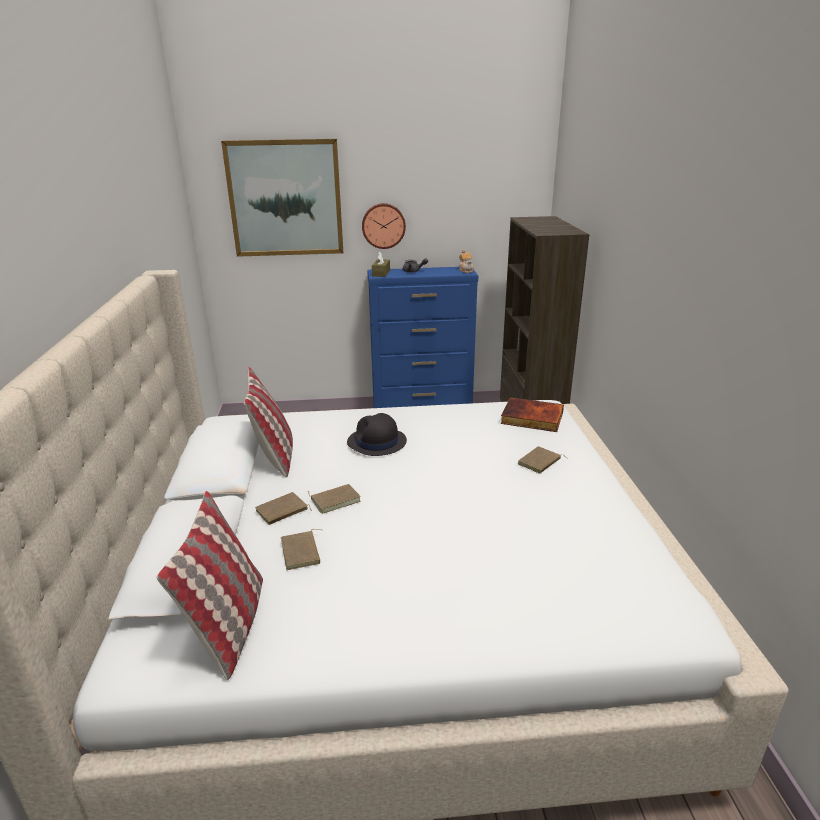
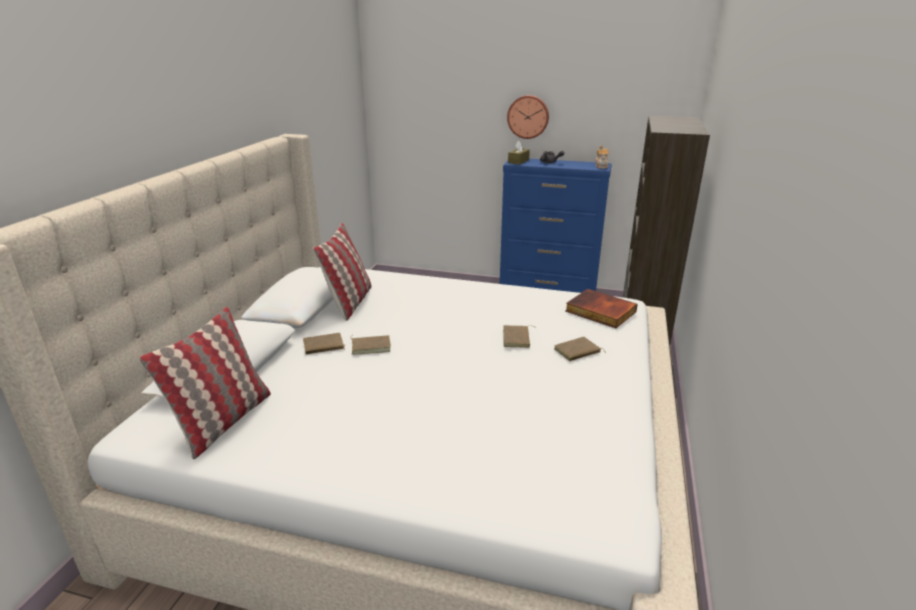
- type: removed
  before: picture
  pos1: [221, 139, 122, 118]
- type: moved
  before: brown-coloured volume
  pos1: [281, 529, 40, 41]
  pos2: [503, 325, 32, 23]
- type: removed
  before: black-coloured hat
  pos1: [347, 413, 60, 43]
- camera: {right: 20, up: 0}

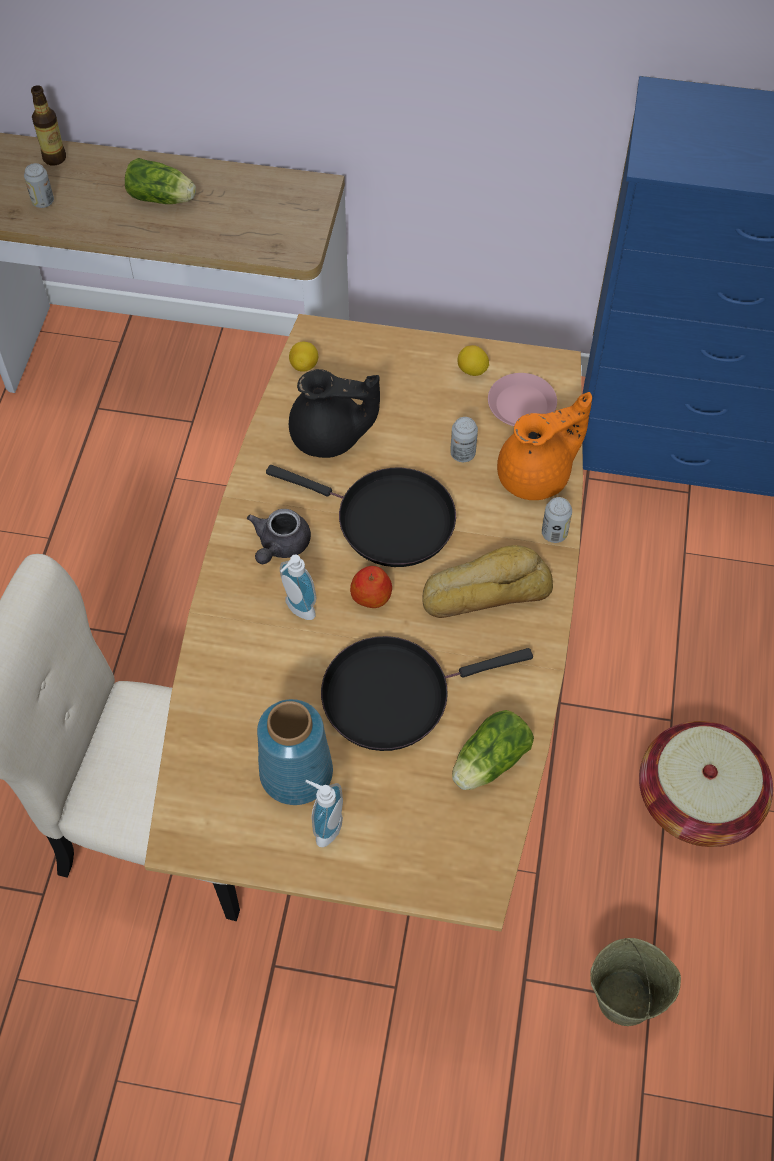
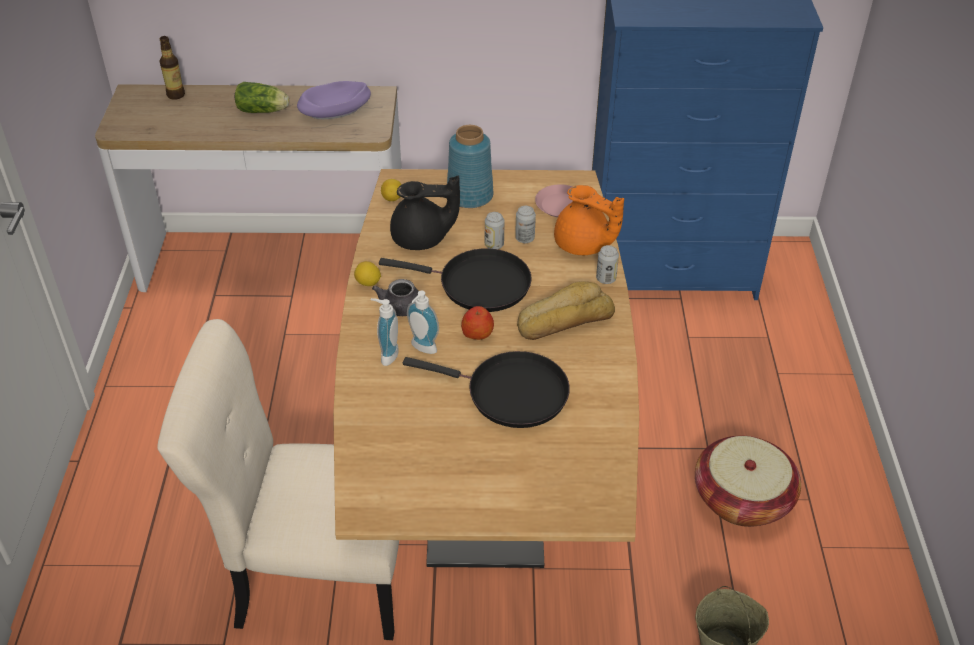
- type: moved
  before: sealed can
  pos1: [24, 163, 30, 45]
  pos2: [485, 212, 20, 37]
- type: moved
  before: blue-coloured flower vase
  pos1: [257, 699, 76, 106]
  pos2: [447, 125, 46, 83]
- type: moved
  before: soap bottle
  pos1: [305, 780, 38, 67]
  pos2: [370, 298, 29, 68]
- type: turned
  before: black-coloured pan
  pos1: [321, 636, 212, 115]
  pos2: [403, 351, 167, 77]
  turn: -135
- type: removed
  before: lettuce head
  pos1: [452, 710, 82, 80]
- type: moved
  before: lemon
  pos1: [457, 345, 32, 31]
  pos2: [354, 261, 27, 25]
- type: turned
  before: orange pot for tea
  pos1: [497, 392, 95, 108]
  pos2: [554, 185, 70, 70]
  turn: 75
- type: added
  after: purple bowl
  pos2: [297, 81, 74, 38]
- camera: {right: -10, up: -15}

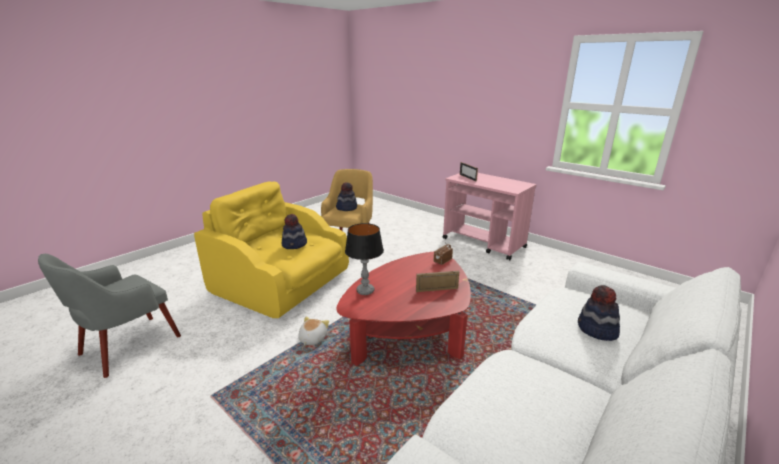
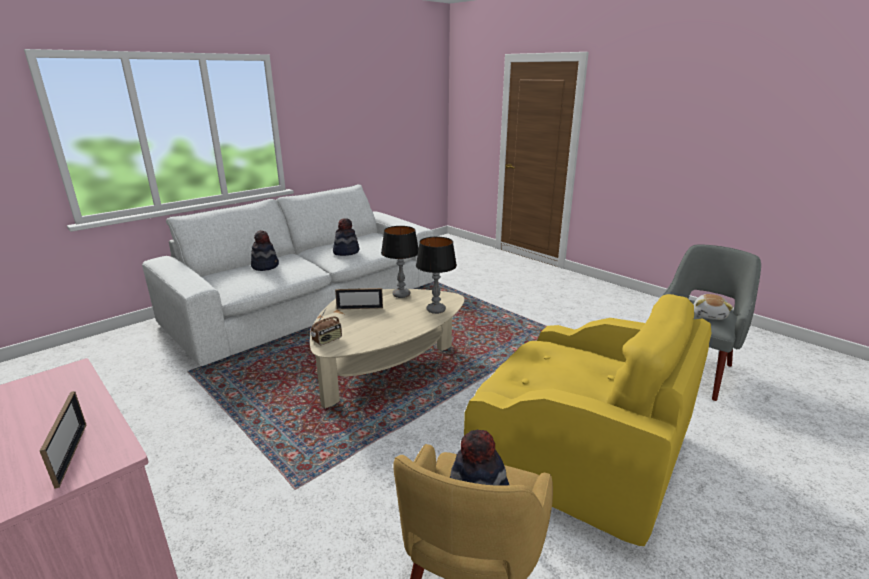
- type: moved
  before: hat
  pos1: [282, 214, 25, 35]
  pos2: [333, 218, 26, 38]
- type: moved
  before: plush toy
  pos1: [298, 316, 31, 29]
  pos2: [693, 294, 40, 26]
- type: recoloured
  before: red-coloured coffee table
  after: beige-coloured coffee table
  pos1: [336, 252, 135, 114]
  pos2: [310, 289, 155, 119]
- type: added
  after: table lamp
  pos2: [381, 226, 38, 72]
- camera: {right: -175, up: 0}

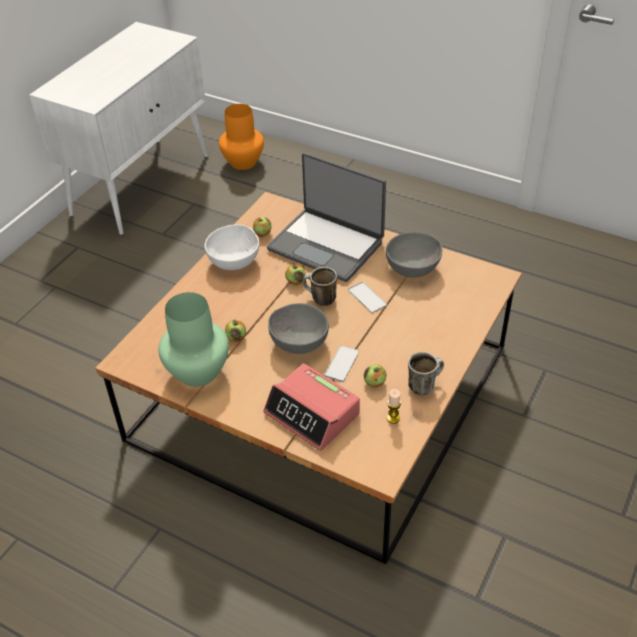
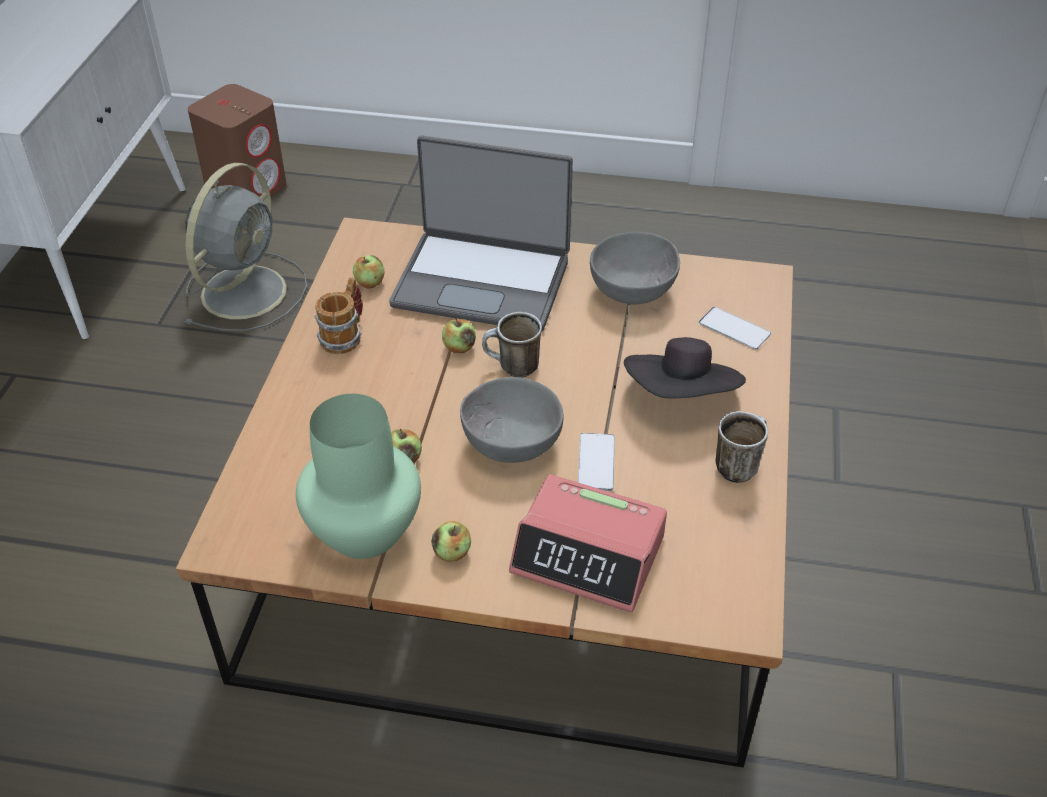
- type: replaced
  before: white bowl
  after: mug
  pos1: [204, 224, 55, 46]
  pos2: [315, 277, 48, 77]
- type: replaced
  before: orange flower vase
  after: brown-coloured audio speaker
  pos1: [219, 104, 45, 66]
  pos2: [188, 84, 99, 113]
- type: moved
  before: phone
  pos1: [348, 282, 39, 31]
  pos2: [699, 307, 72, 42]
- type: moved
  before: apple fruit
  pos1: [364, 364, 22, 23]
  pos2: [431, 521, 40, 41]
- type: removed
  before: wax light
  pos1: [387, 389, 14, 35]
- type: added
  after: grey fan
  pos2: [184, 163, 123, 169]
- type: added
  after: black-coloured hat
  pos2: [624, 337, 122, 62]
- camera: {right: -20, up: 0}

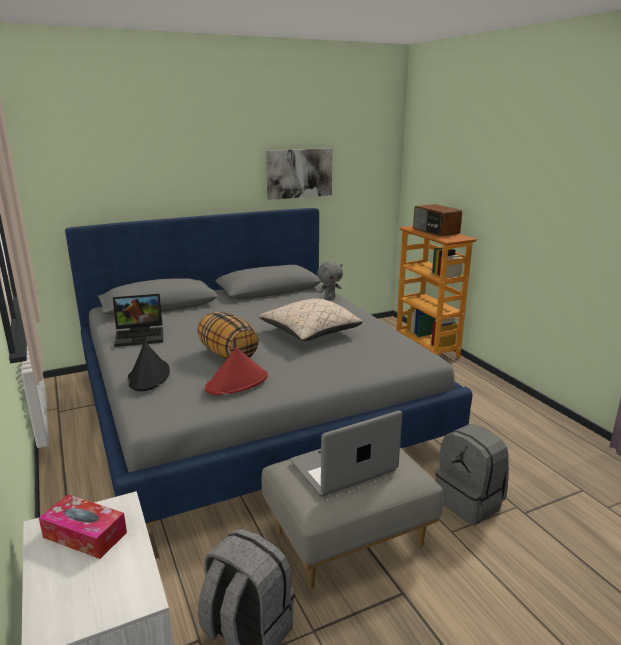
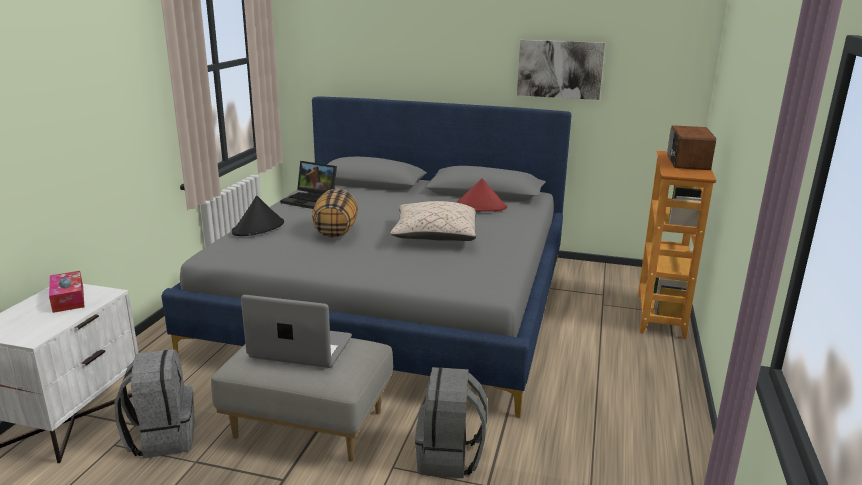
- type: moved
  before: red-coloured hat
  pos1: [205, 347, 63, 48]
  pos2: [455, 178, 52, 34]
- type: removed
  before: grey plush toy
  pos1: [317, 261, 26, 38]
- camera: {right: 40, up: 0}

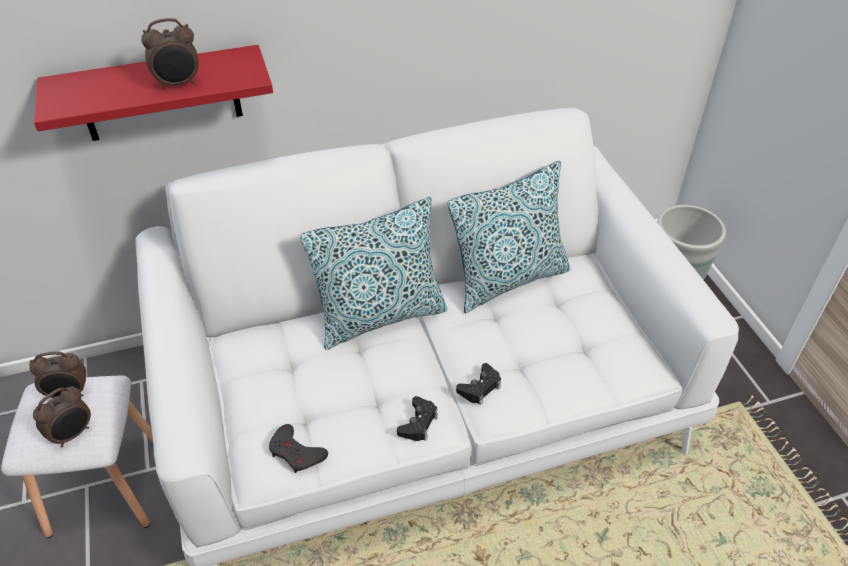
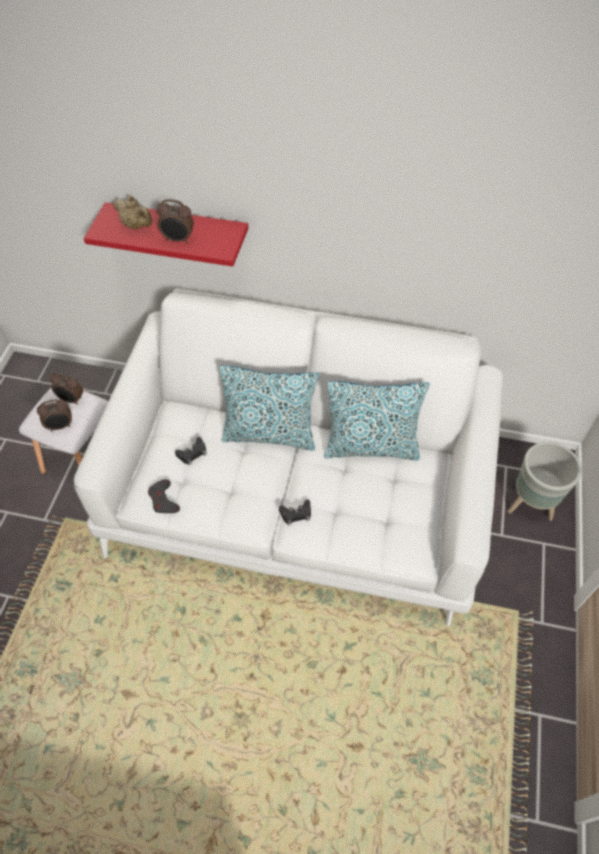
- type: moved
  before: black-coloured gamepad
  pos1: [397, 396, 41, 45]
  pos2: [175, 437, 32, 28]
- type: added
  after: beige-coloured pot for tea
  pos2: [114, 195, 39, 34]
- camera: {right: 30, up: 10}

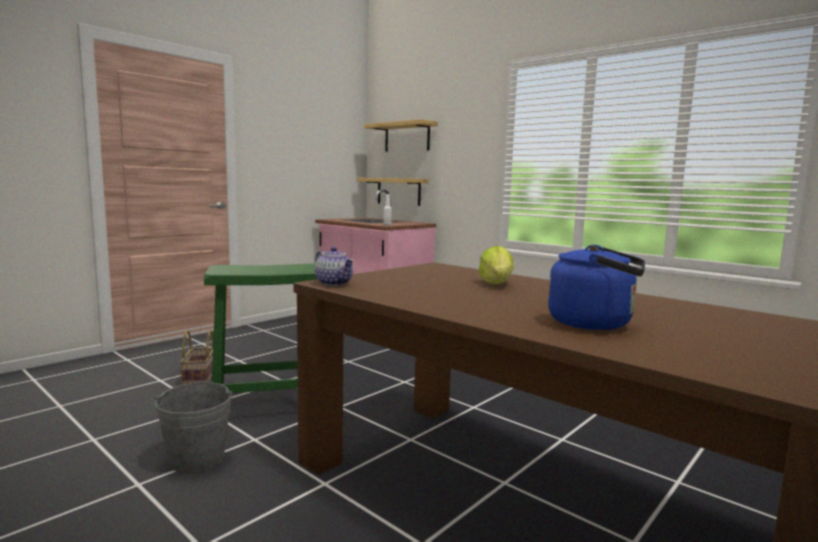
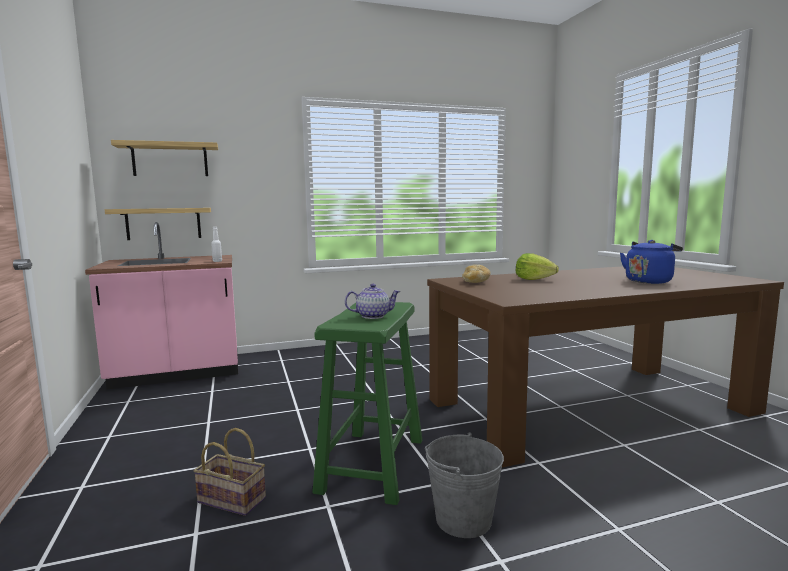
- type: moved
  before: pot for tea
  pos1: [315, 247, 39, 39]
  pos2: [345, 284, 55, 35]
- type: added
  after: bread
  pos2: [462, 265, 28, 18]
- camera: {right: -60, up: 0}

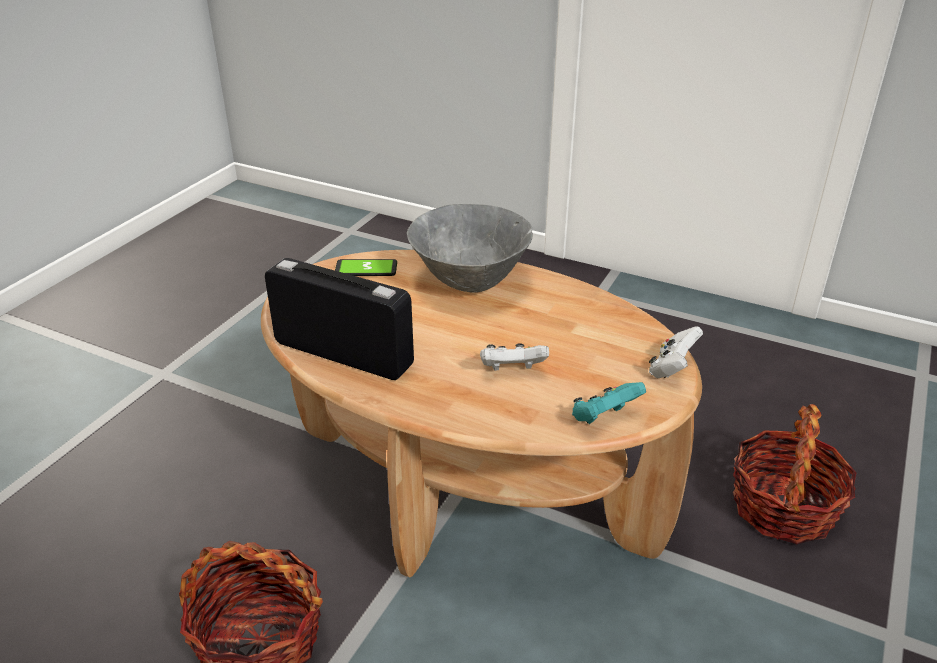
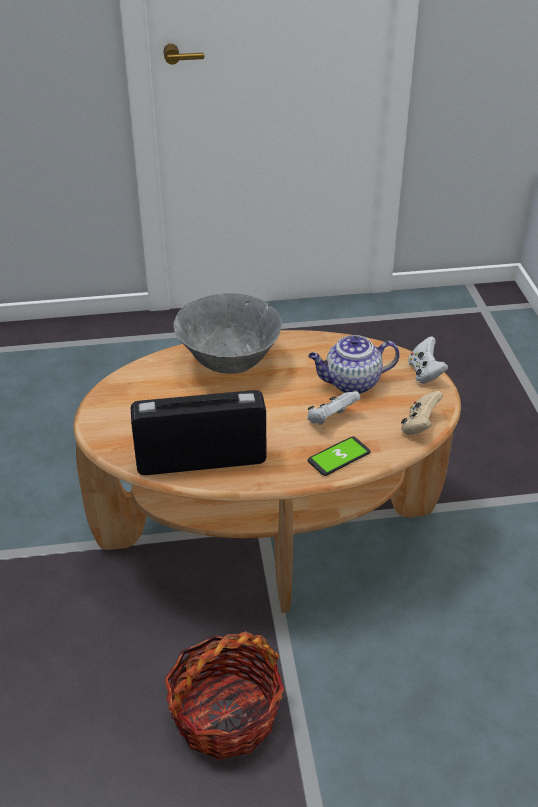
- type: moved
  before: phone
  pos1: [335, 259, 62, 17]
  pos2: [308, 436, 63, 40]
- type: recoloured
  before: turquoise gamepad
  after: beige-coloured gamepad
  pos1: [572, 382, 74, 42]
  pos2: [401, 391, 42, 44]
- type: removed
  before: household basket
  pos1: [733, 404, 124, 140]
- type: added
  after: pot for tea
  pos2: [308, 335, 92, 59]
- camera: {right: -35, up: 5}

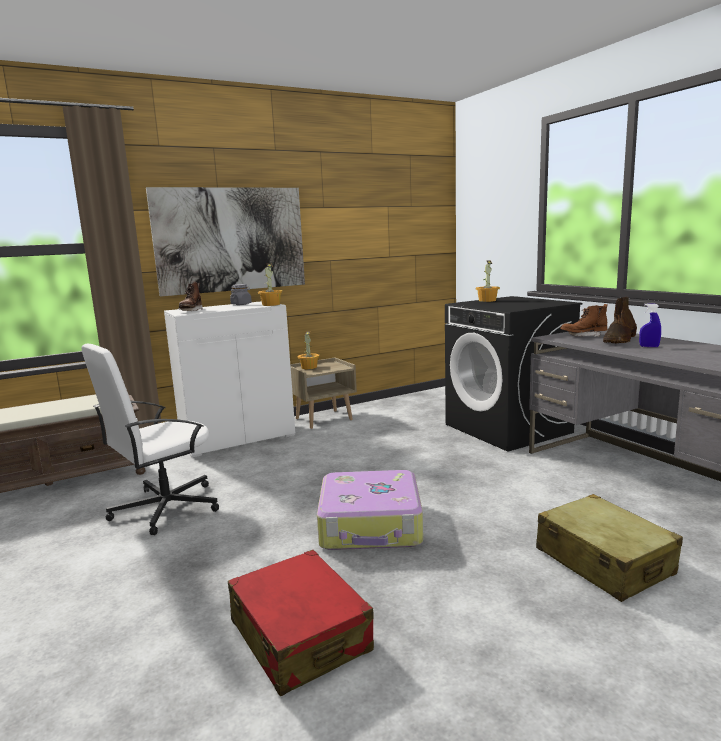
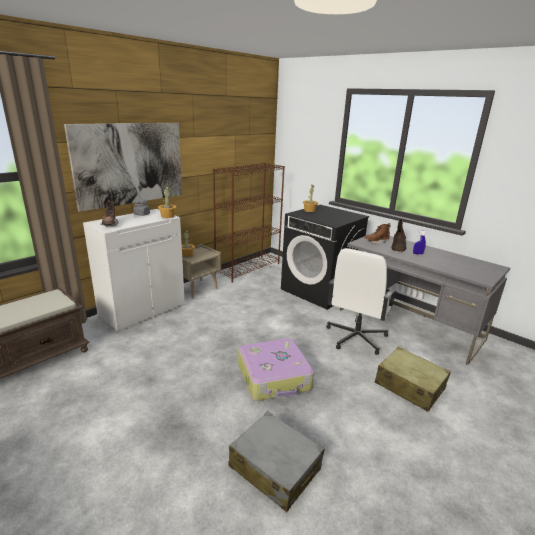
- type: moved
  before: white computer chair
  pos1: [81, 344, 138, 191]
  pos2: [326, 248, 71, 107]
- type: recoloured
  before: red-coloured piece of luggage
  after: grey piece of luggage
  pos1: [228, 550, 146, 147]
  pos2: [229, 411, 96, 101]
- type: added
  after: brown-coloured bookshelf
  pos2: [213, 163, 72, 120]
- camera: {right: -20, up: 10}

